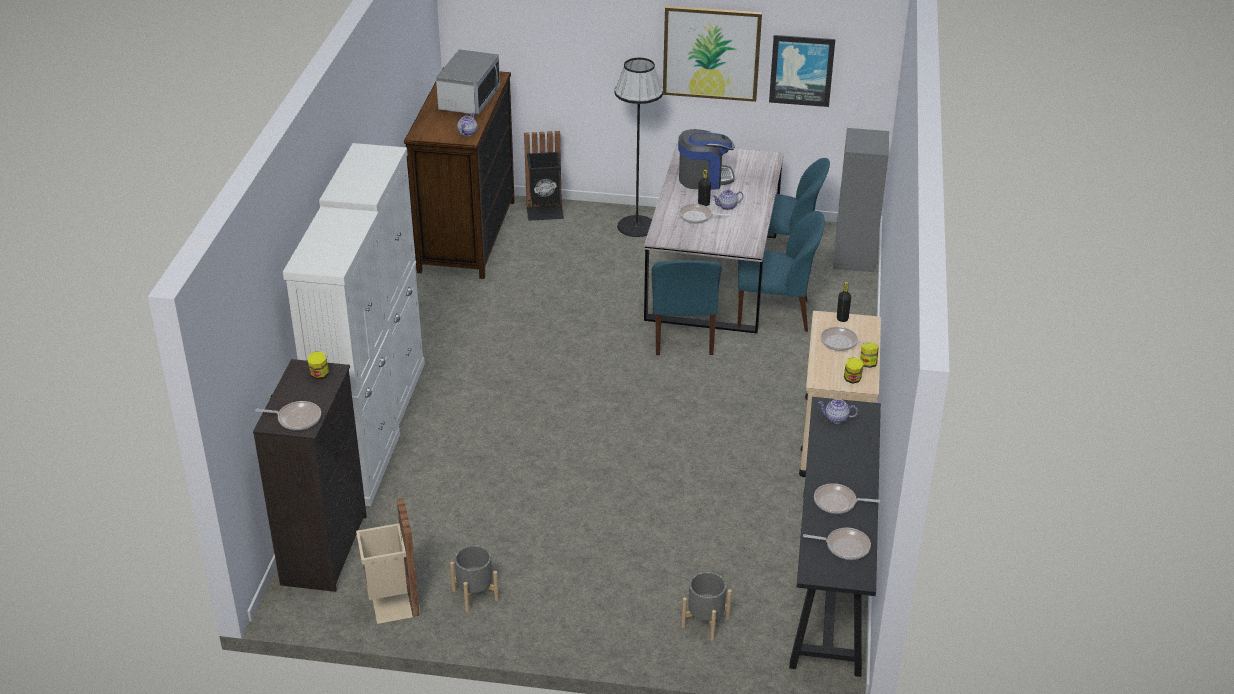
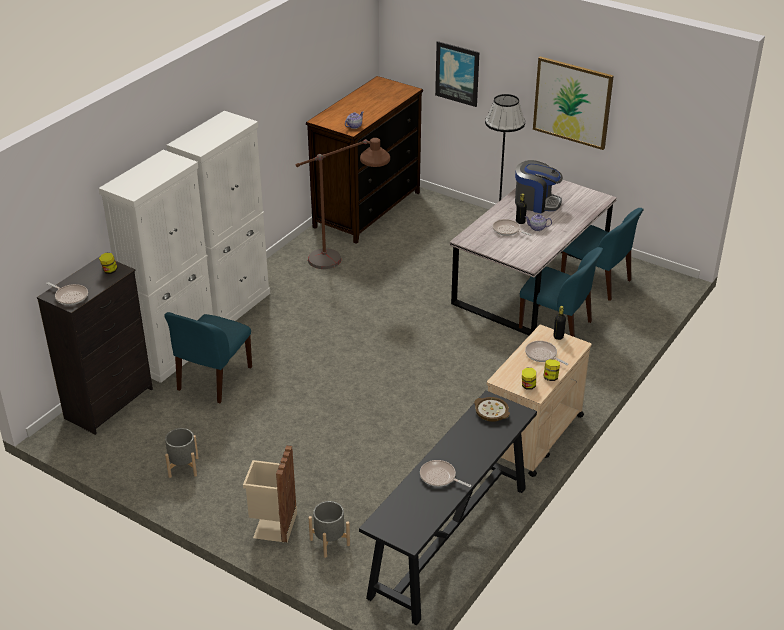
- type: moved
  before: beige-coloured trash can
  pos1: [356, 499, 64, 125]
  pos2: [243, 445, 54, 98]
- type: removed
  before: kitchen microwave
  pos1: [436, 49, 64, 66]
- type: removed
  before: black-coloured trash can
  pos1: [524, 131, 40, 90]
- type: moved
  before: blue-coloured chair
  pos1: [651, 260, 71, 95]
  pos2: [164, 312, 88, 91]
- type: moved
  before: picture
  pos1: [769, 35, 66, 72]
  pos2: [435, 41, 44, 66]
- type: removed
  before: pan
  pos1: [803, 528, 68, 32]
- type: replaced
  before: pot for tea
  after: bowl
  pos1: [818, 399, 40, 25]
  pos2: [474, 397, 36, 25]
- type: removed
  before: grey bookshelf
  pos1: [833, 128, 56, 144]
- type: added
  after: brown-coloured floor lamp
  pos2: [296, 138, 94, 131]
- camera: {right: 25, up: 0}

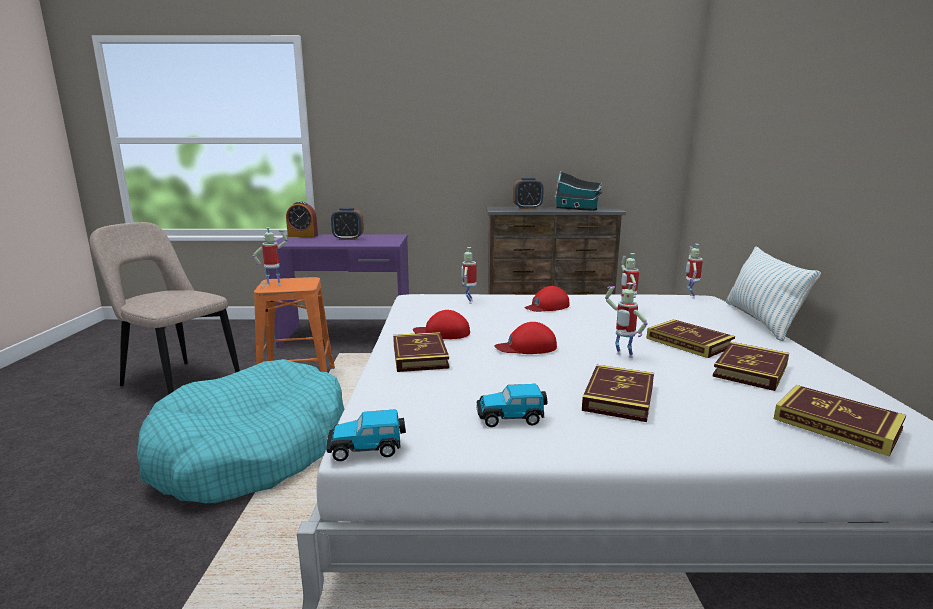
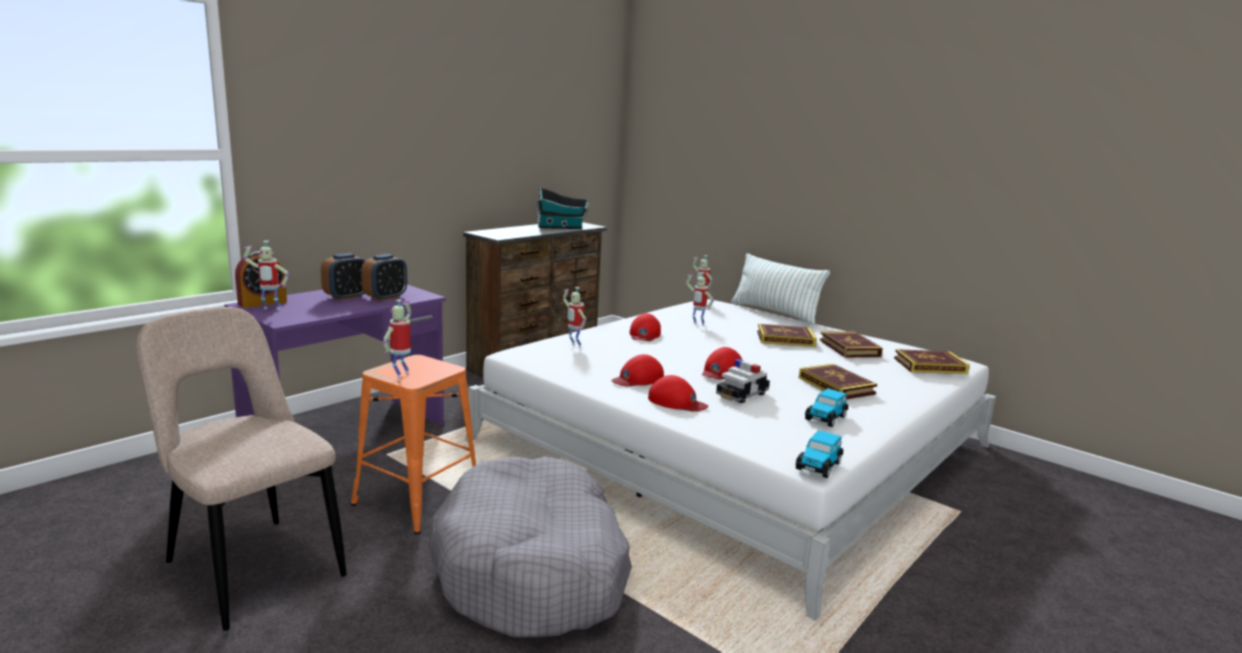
- type: turned
  before: beige-coloured chair
  pos1: [90, 222, 150, 173]
  pos2: [136, 307, 211, 324]
  turn: 60
- type: recoloured
  before: turquoise dog cushion
  after: grey dog cushion
  pos1: [137, 359, 207, 144]
  pos2: [429, 456, 203, 182]
- type: replaced
  before: volume
  after: red-coloured cap
  pos1: [393, 332, 56, 40]
  pos2: [648, 375, 61, 37]
- type: moved
  before: bedside clock
  pos1: [513, 178, 31, 31]
  pos2: [361, 254, 46, 47]
- type: moved
  before: toy robot
  pos1: [605, 282, 43, 76]
  pos2: [243, 241, 46, 68]
- type: added
  after: miniature car
  pos2: [716, 359, 54, 44]
- camera: {right: -50, up: 0}

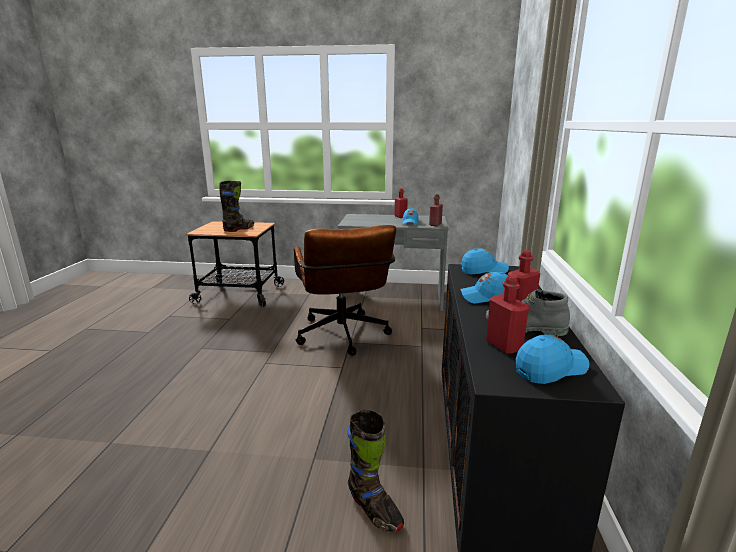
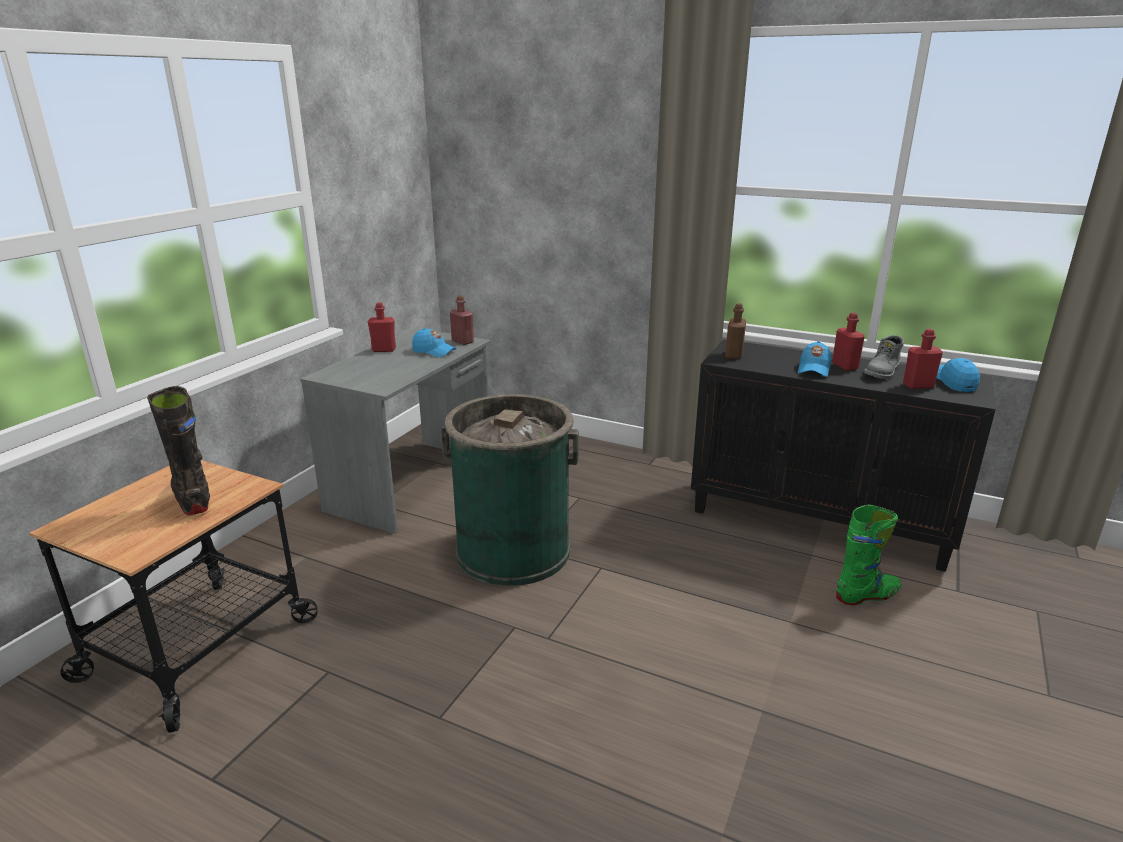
- type: replaced
  before: brown-coloured computer chair
  after: greenish trash can
  pos1: [294, 225, 102, 131]
  pos2: [441, 394, 138, 192]
- type: recoloured
  before: black-coloured boot
  after: greenish boot
  pos1: [348, 409, 56, 123]
  pos2: [836, 505, 66, 100]
- type: replaced
  before: blue-coloured cap
  after: brown-coloured bottle
  pos1: [461, 248, 48, 26]
  pos2: [725, 303, 21, 56]
- camera: {right: -70, up: 5}

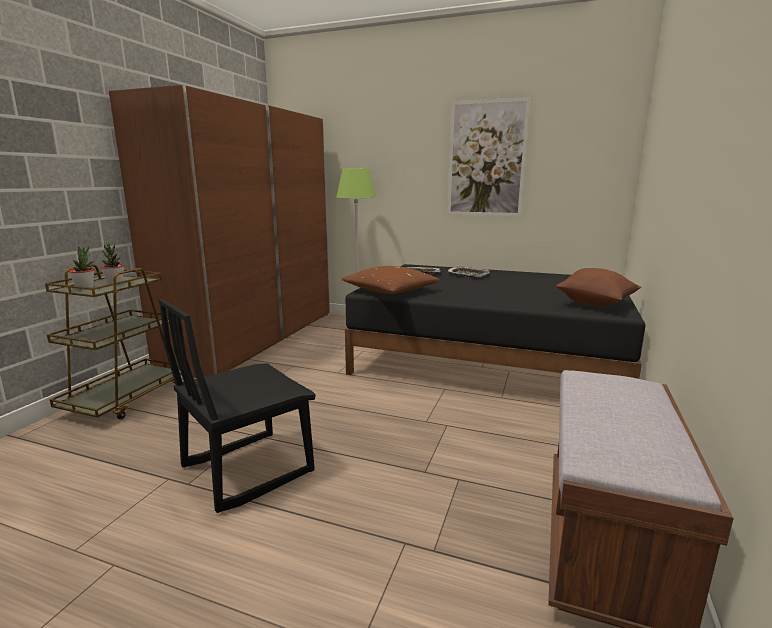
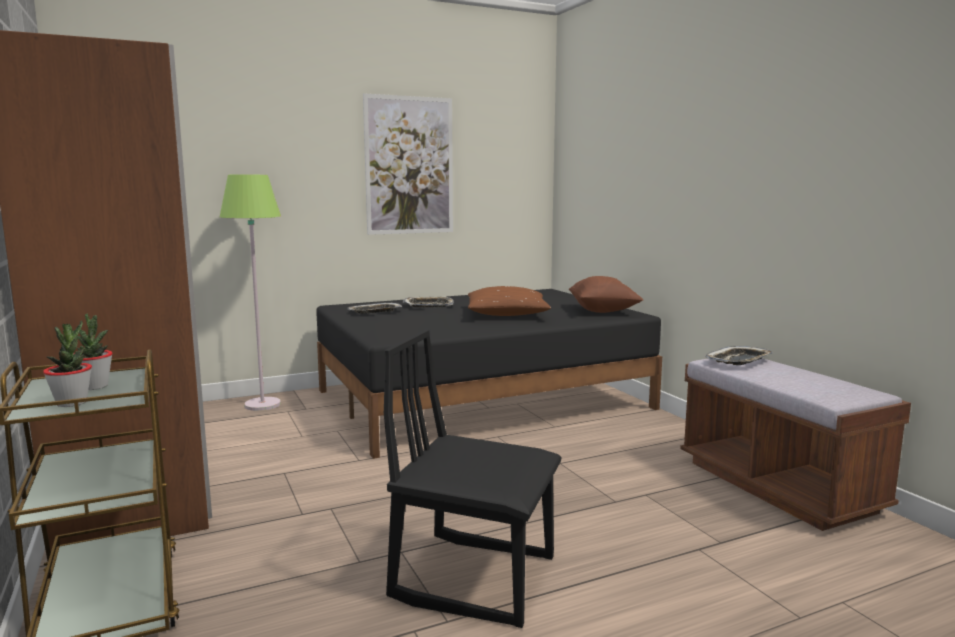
- type: turned
  before: black-coloured chair
  pos1: [159, 299, 157, 214]
  pos2: [384, 330, 178, 298]
  turn: 105
- type: moved
  before: brown-coloured cushion
  pos1: [342, 266, 98, 28]
  pos2: [468, 286, 83, 30]
- type: added
  after: serving tray
  pos2: [706, 346, 67, 19]
- camera: {right: -45, up: -5}

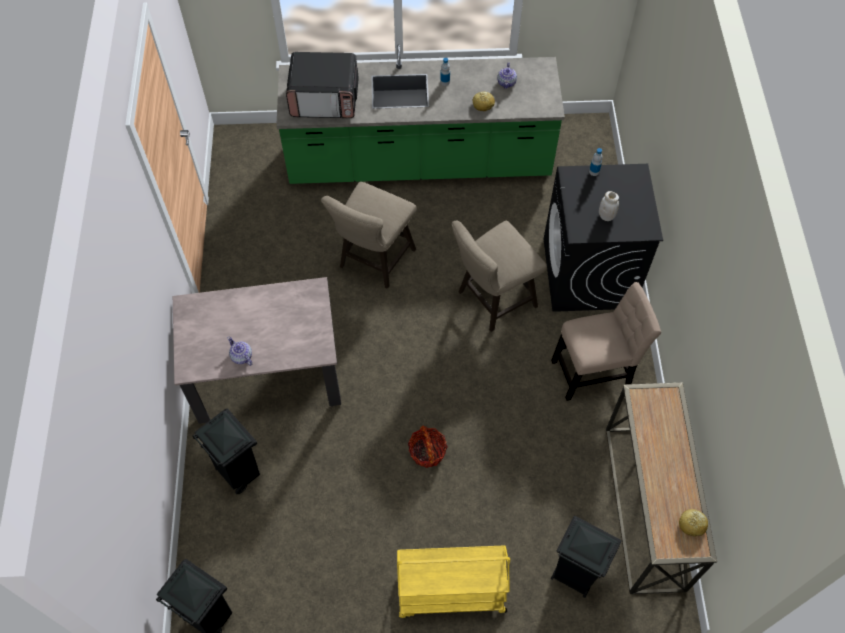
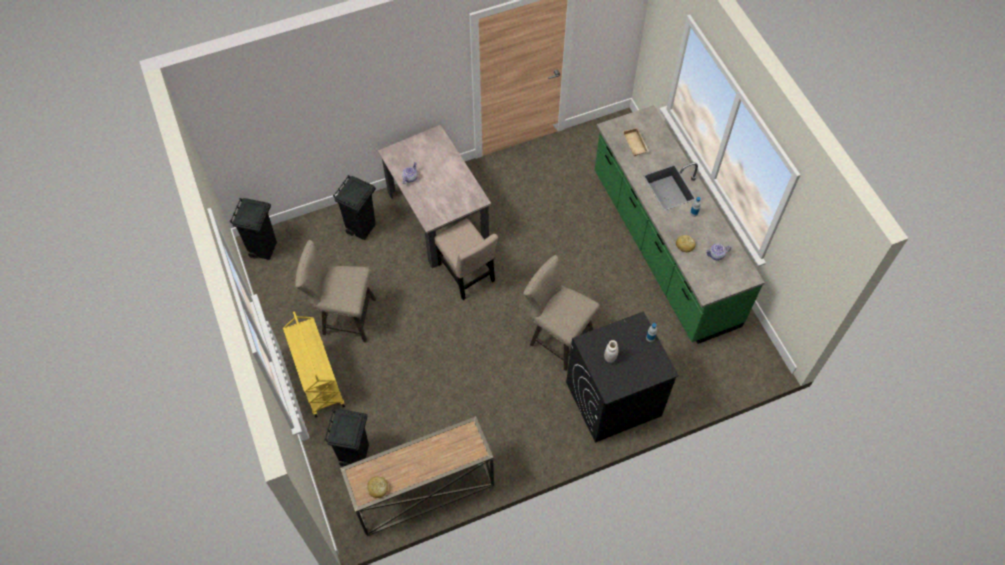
- type: replaced
  before: kitchen microwave
  after: beige-coloured serving tray
  pos1: [286, 52, 73, 66]
  pos2: [623, 128, 26, 28]
- type: moved
  before: beige-coloured stool
  pos1: [321, 182, 95, 107]
  pos2: [295, 240, 81, 103]
- type: removed
  before: household basket
  pos1: [408, 426, 40, 42]
- type: moved
  before: beige-coloured chair
  pos1: [551, 282, 110, 119]
  pos2: [434, 219, 64, 81]
- camera: {right: 70, up: 0}

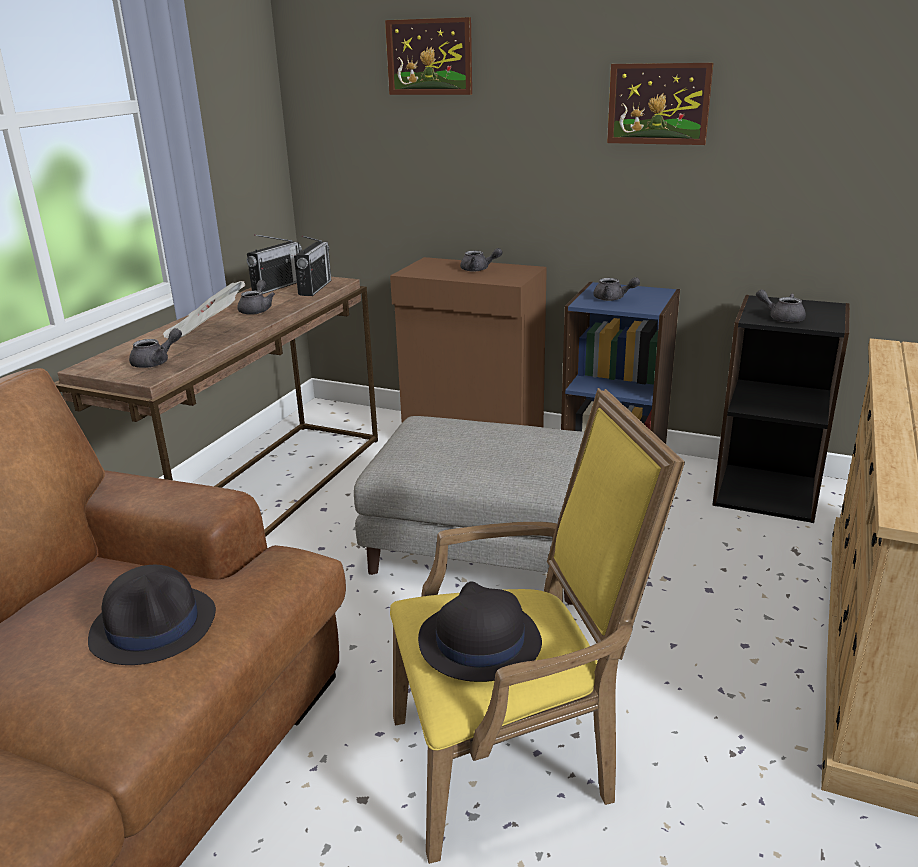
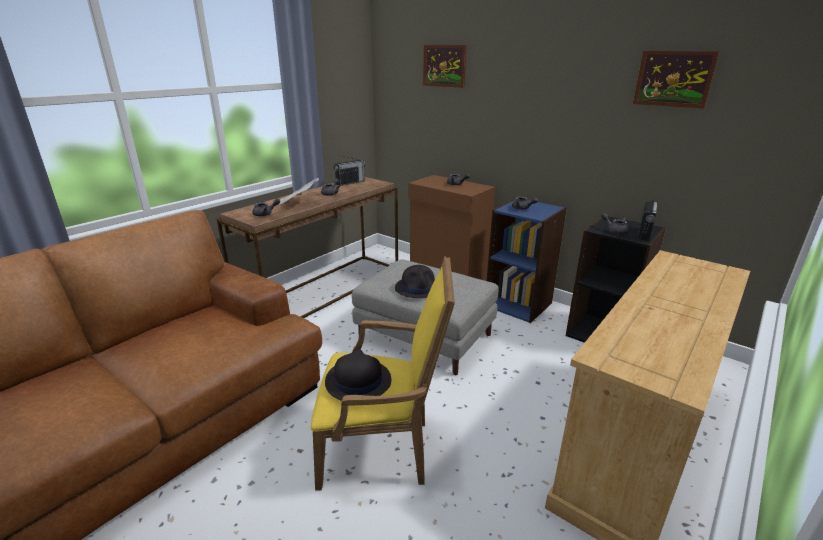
- type: moved
  before: black-coloured hat
  pos1: [88, 565, 128, 100]
  pos2: [395, 265, 40, 33]
- type: moved
  before: radio
  pos1: [294, 236, 37, 60]
  pos2: [638, 200, 19, 41]
- type: moved
  before: picture
  pos1: [607, 63, 106, 82]
  pos2: [633, 51, 87, 58]
- camera: {right: 15, up: 0}

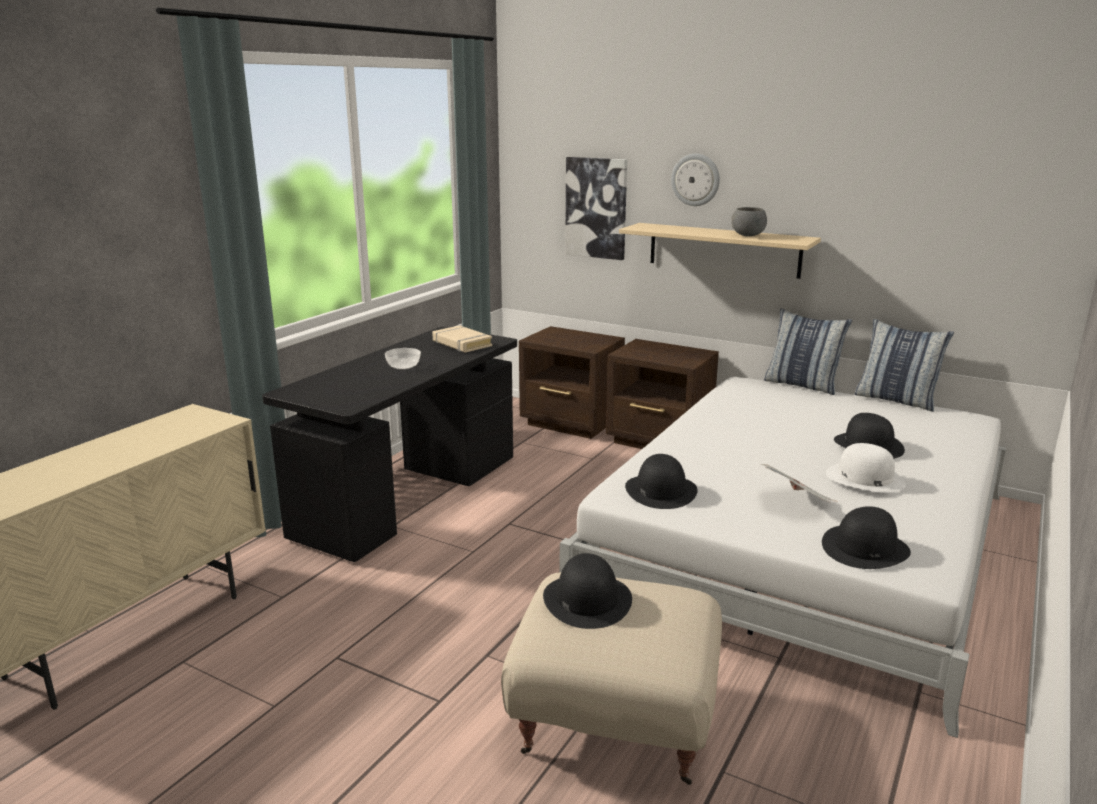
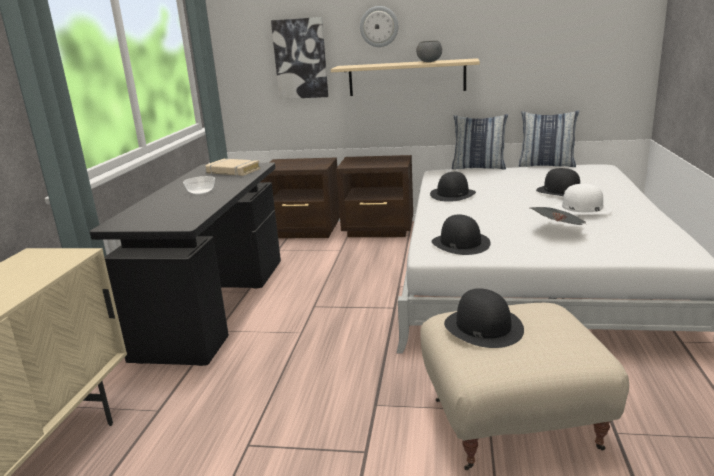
- type: moved
  before: black-coloured hat
  pos1: [822, 506, 89, 63]
  pos2: [430, 172, 46, 30]
- camera: {right: -20, up: 0}

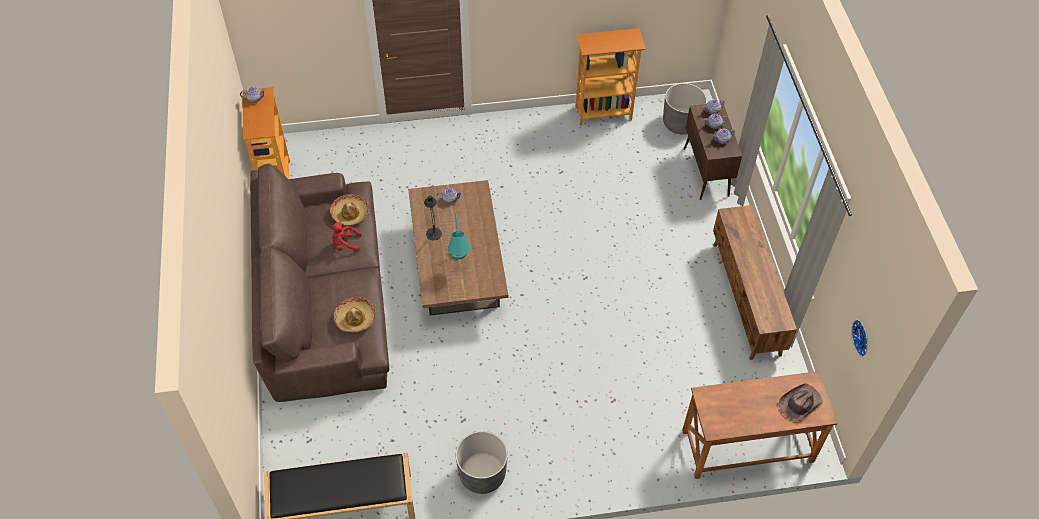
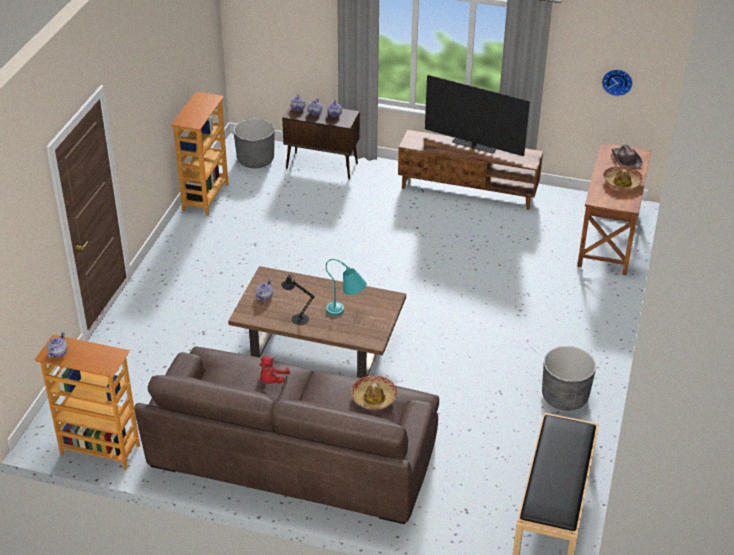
- type: moved
  before: hat
  pos1: [330, 194, 39, 32]
  pos2: [603, 166, 40, 24]
- type: added
  after: TV set
  pos2: [425, 75, 105, 81]
- camera: {right: -65, up: -15}

